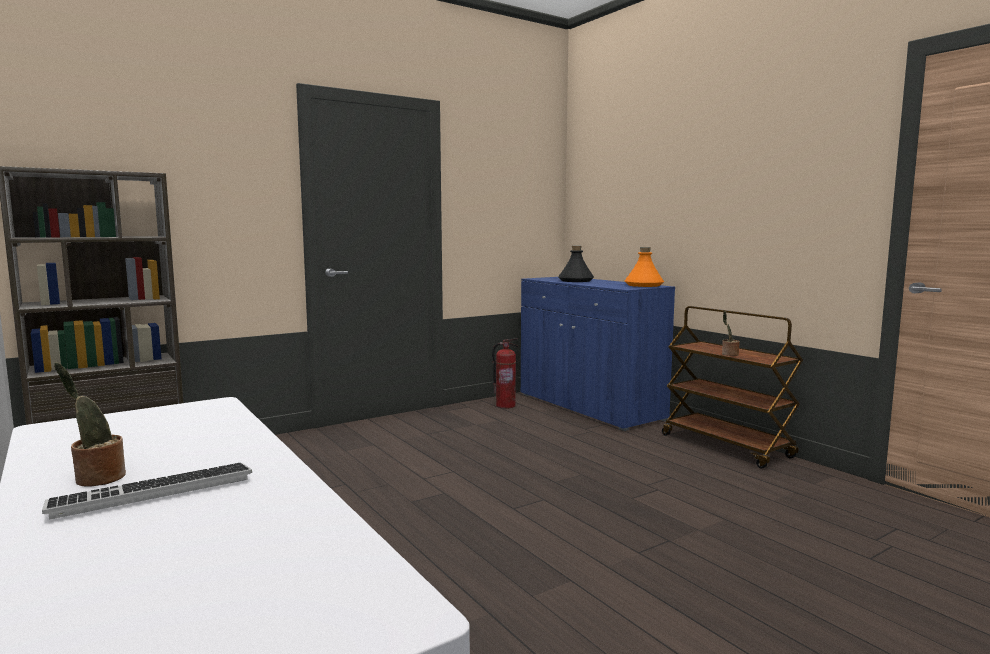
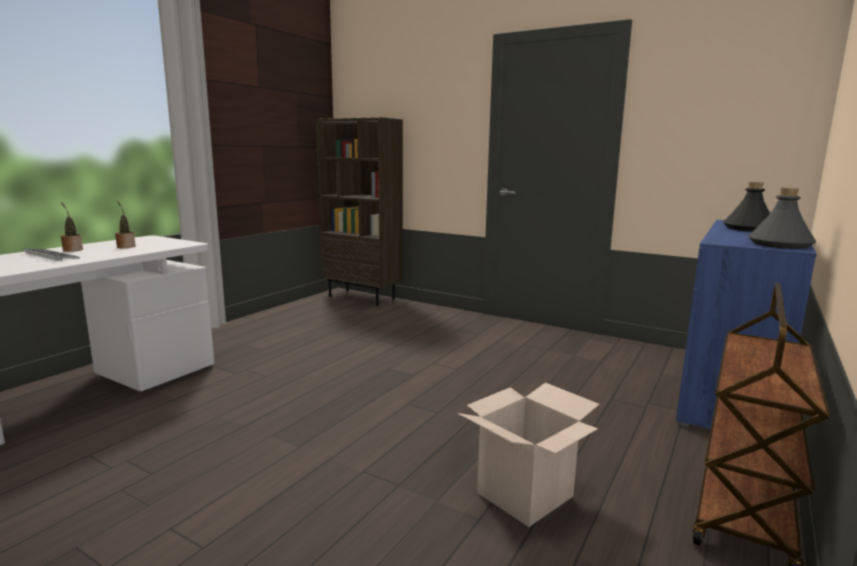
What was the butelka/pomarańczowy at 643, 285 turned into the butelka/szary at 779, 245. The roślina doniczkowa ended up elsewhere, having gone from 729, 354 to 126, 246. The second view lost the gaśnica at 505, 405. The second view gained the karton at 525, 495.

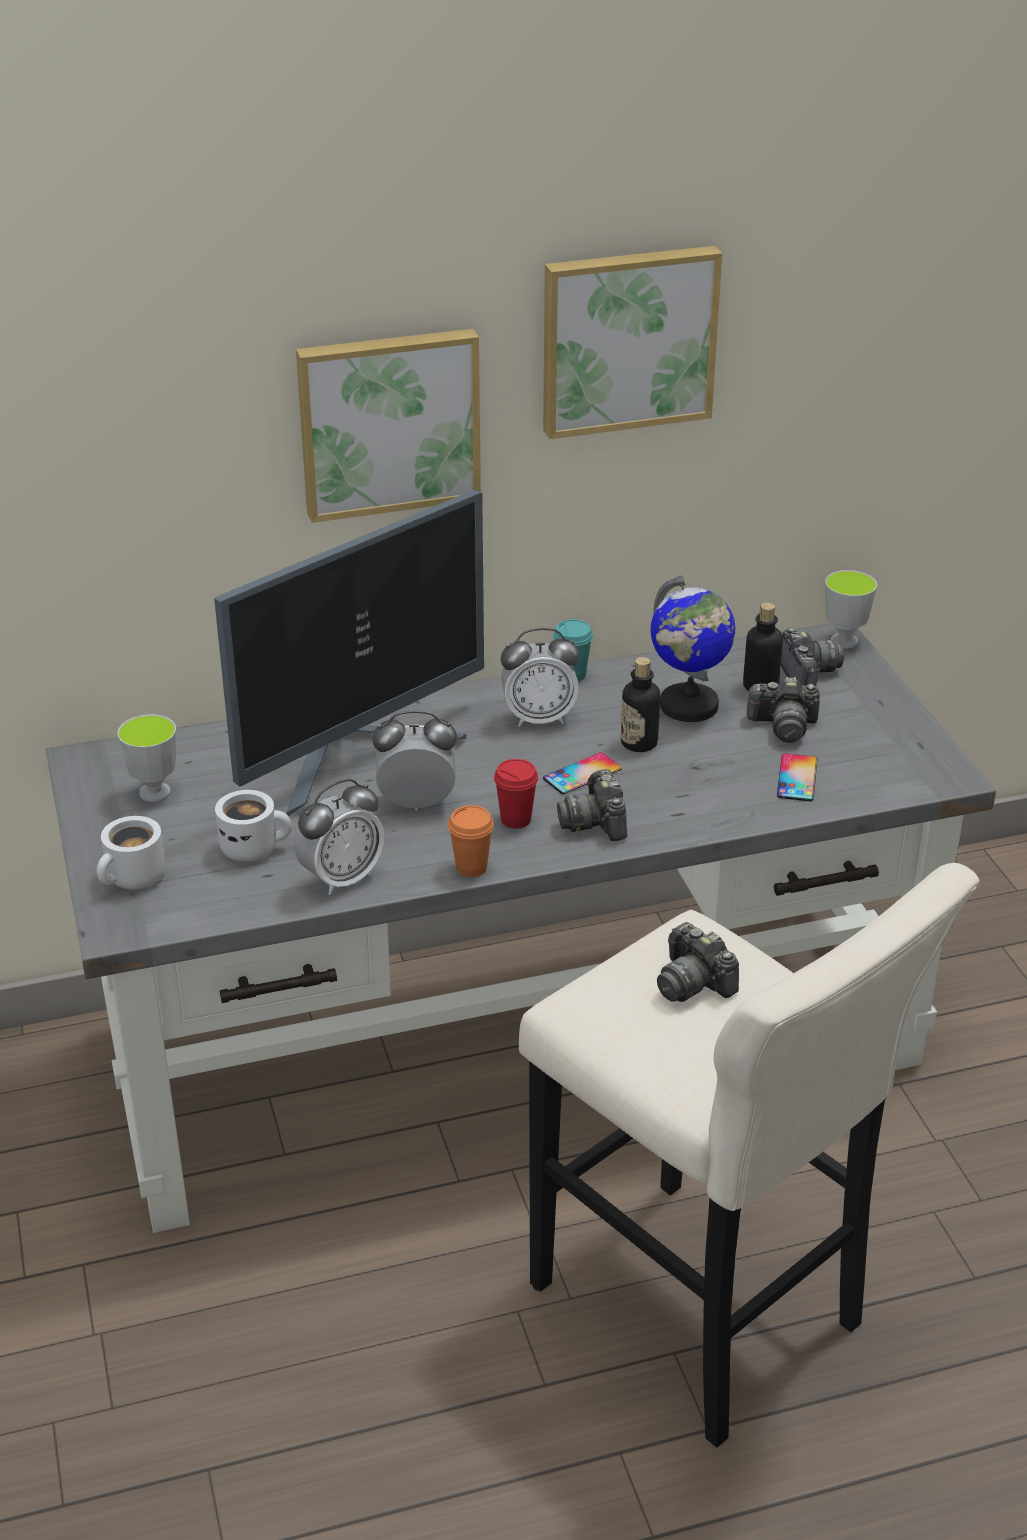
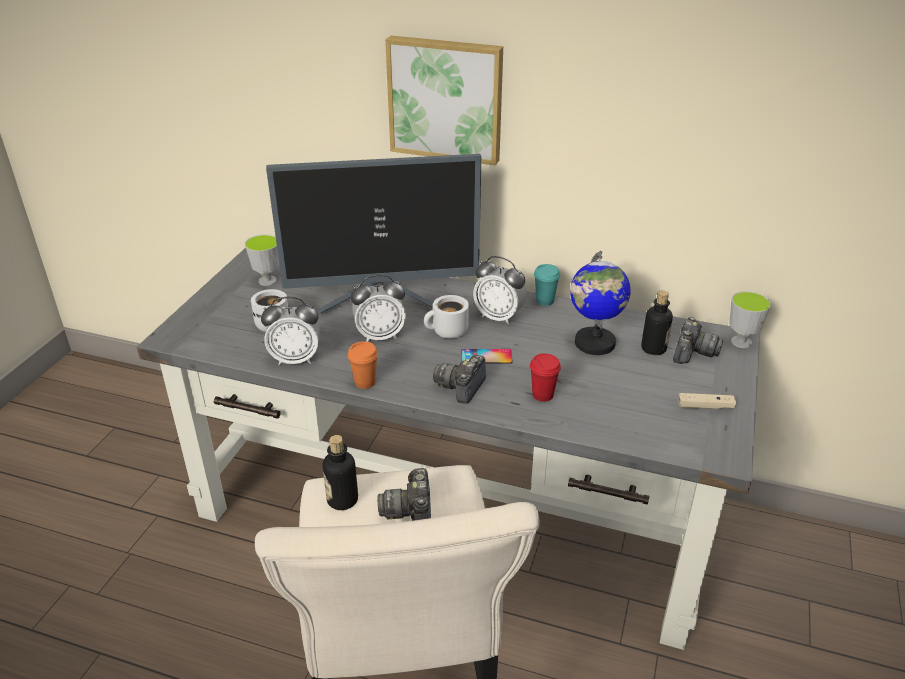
The second view lost the obraz at 627, 339. The butelka ended up elsewhere, having gone from 639, 743 to 342, 500. The second view lost the aparat fotograficzny at 783, 726. The budzik at 416, 803 ended up facing another way, 135 degrees clockwise from before. The second view lost the telefon at 797, 778. The filiżanka/czerwony ended up elsewhere, having gone from 516, 819 to 542, 395. The kubek/biały ended up elsewhere, having gone from 134, 879 to 447, 332. The second view gained the pad do gier/beżowy at 705, 406.

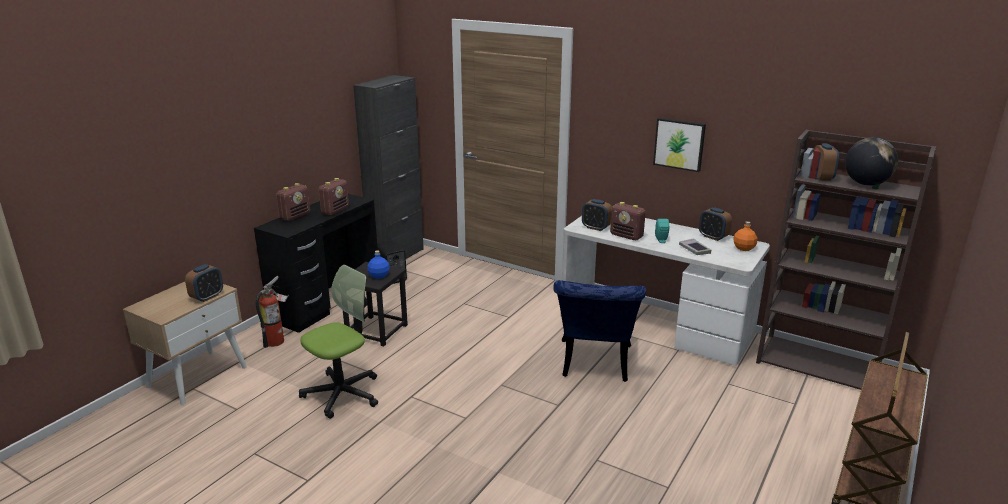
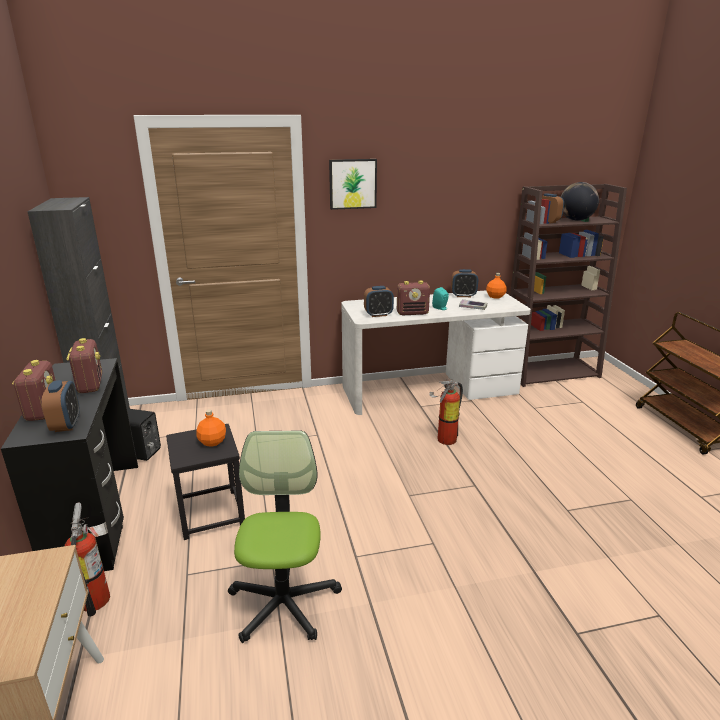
The obraz ended up elsewhere, having gone from 679, 144 to 352, 184. What was the butelka/niebieski at 379, 275 turned into the butelka/pomarańczowy at 212, 442. The budzik ended up elsewhere, having gone from 207, 297 to 66, 425. Where the krzesło/niebieski stood at 594, 365, the gaśnica came to stand at 443, 439.

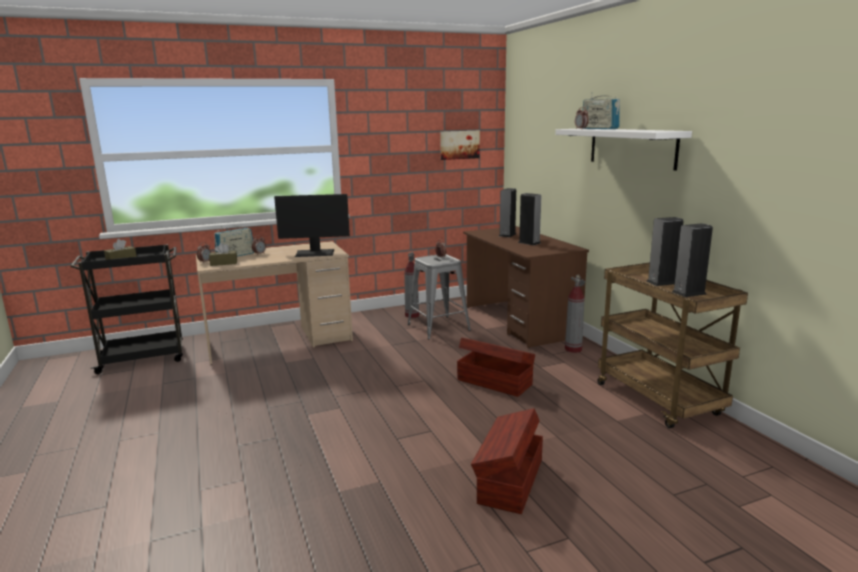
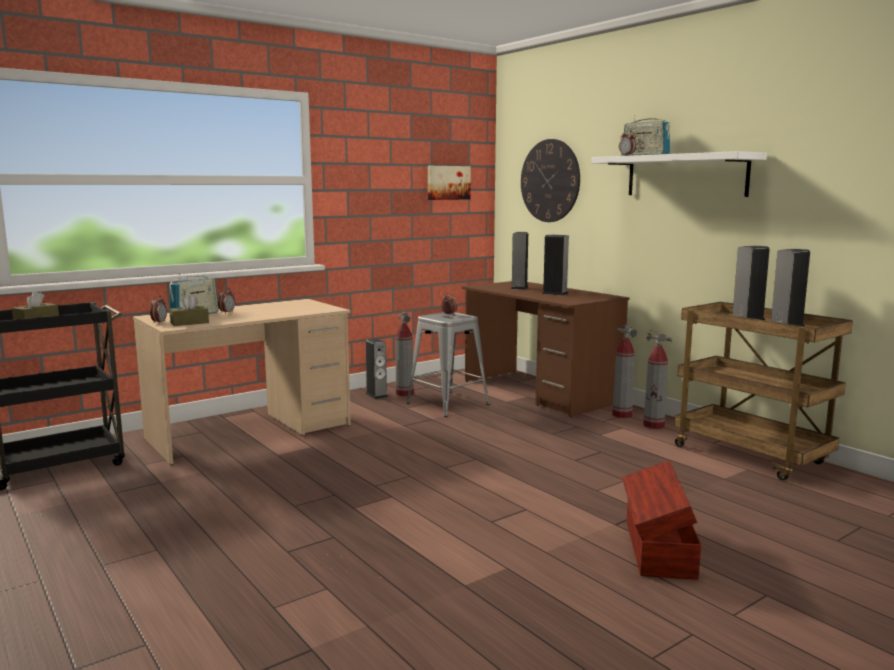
The second view lost the monitor at 315, 253. The second view lost the pojemnik do przechowywania/brązowy at 494, 381. The second view gained the zegar ścienny at 550, 181. The second view gained the gaśnica at 654, 425. The second view gained the głośnik at 376, 395.

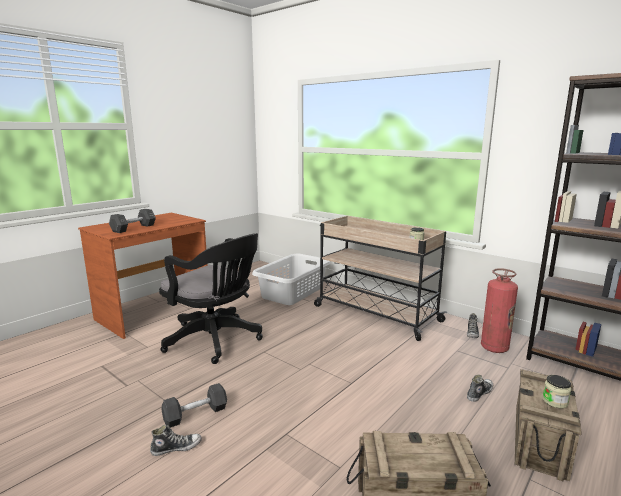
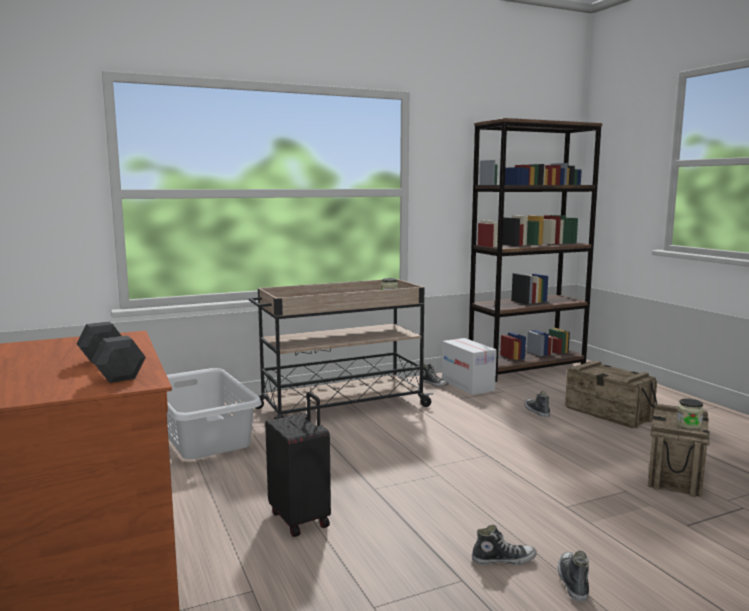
Where the krzesło biurowe/czarny stood at 216, 340, the walizka/czarny came to stand at 301, 518. Where the gaśnica stood at 494, 348, the karton came to stand at 467, 385. The słoik ended up elsewhere, having gone from 555, 401 to 688, 425. Where the hantel/szary stood at 195, 414, the but came to stand at 503, 560.

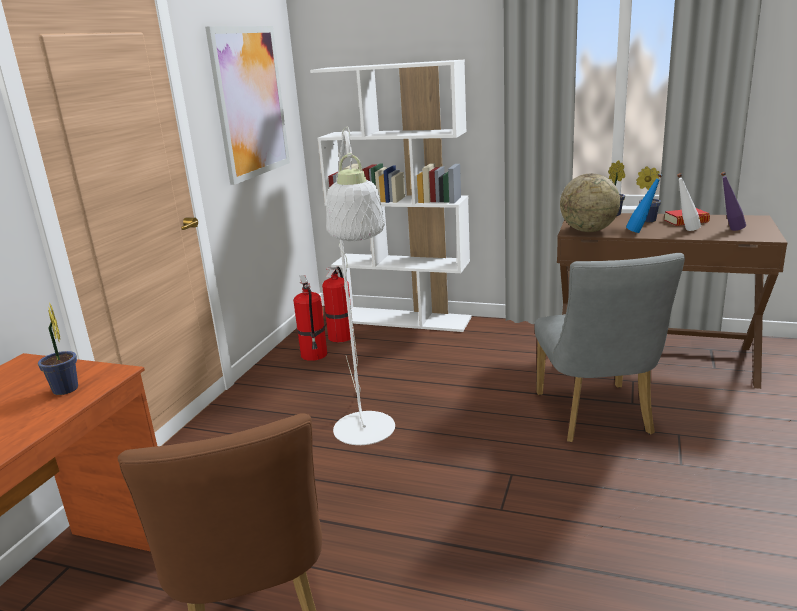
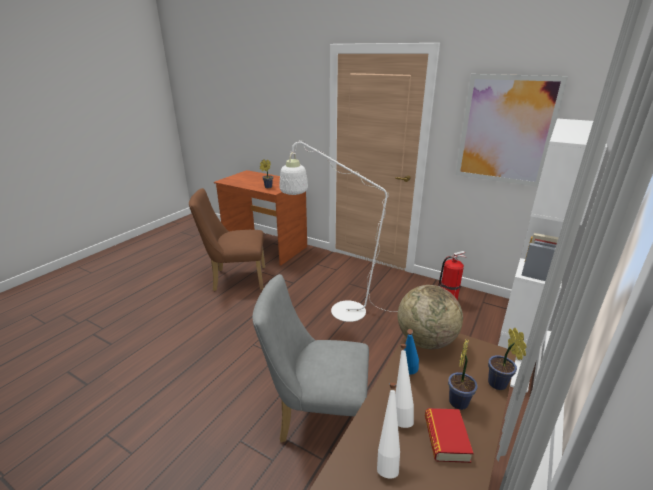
What was the butelka/fioletowy at 729, 230 turned into the butelka/biały at 387, 461. The second view lost the gaśnica at 341, 336.

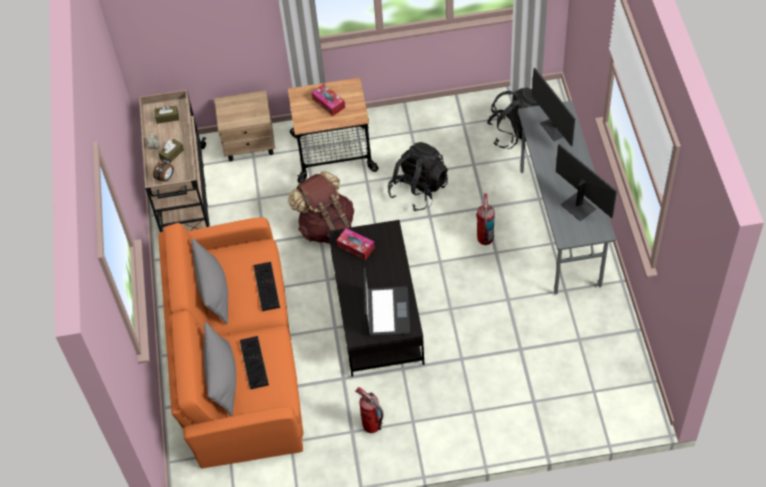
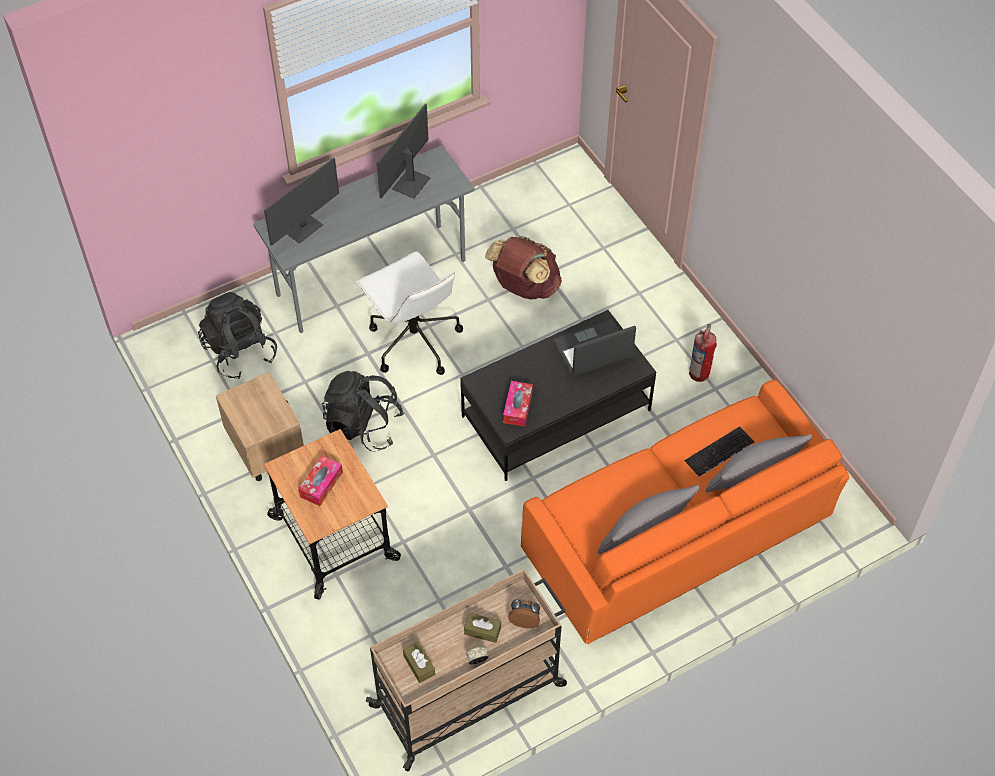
The szafka nocna/beżowy ended up elsewhere, having gone from 250, 144 to 266, 448. The plecak/brązowy ended up elsewhere, having gone from 325, 226 to 524, 287. Where the gaśnica stood at 485, 239, the krzesło biurowe/biały came to stand at 413, 341. The second view lost the klawiatura at 265, 286.

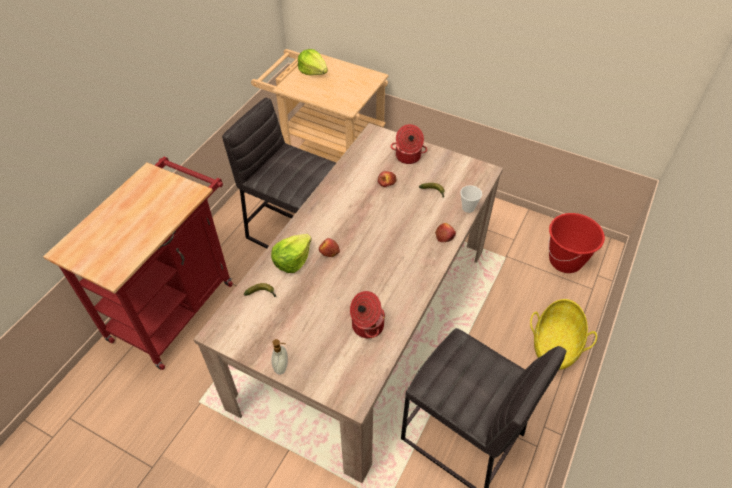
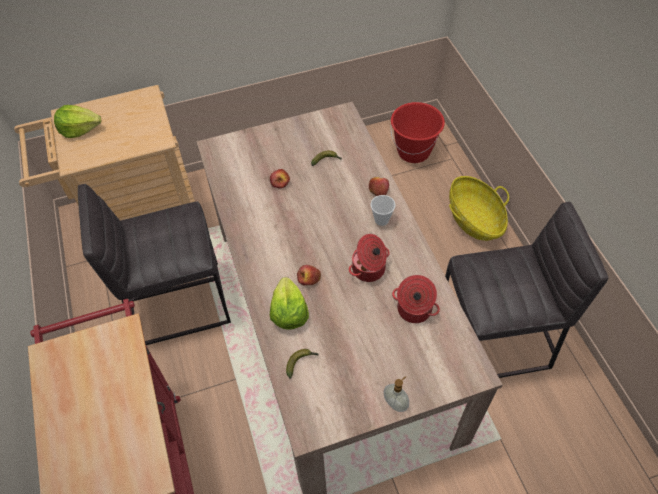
The garnek ended up elsewhere, having gone from 408, 157 to 369, 269. The filiżanka ended up elsewhere, having gone from 468, 208 to 381, 220.

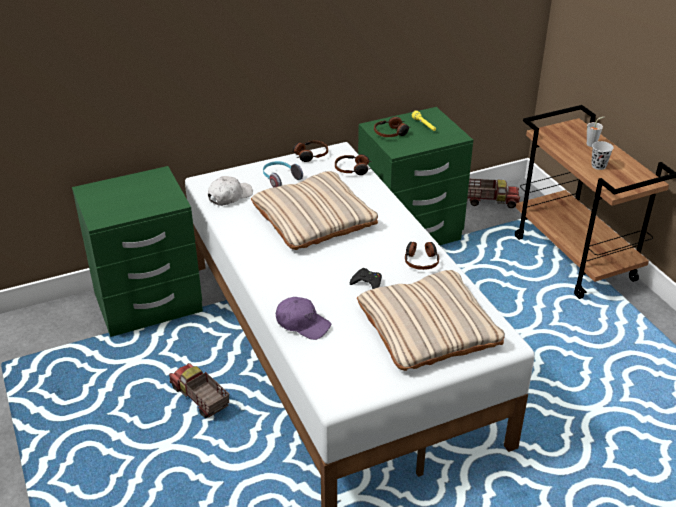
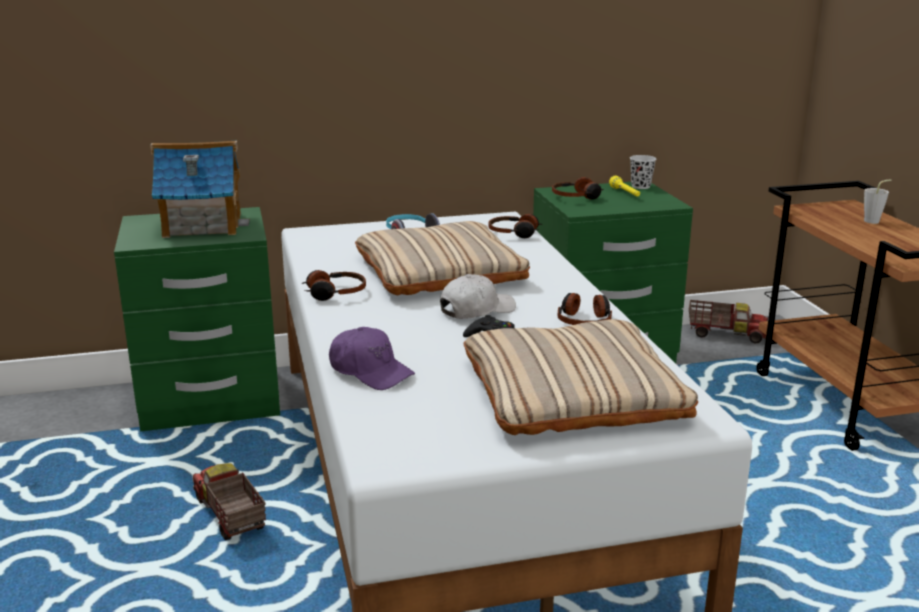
The słuchawki ended up elsewhere, having gone from 310, 155 to 334, 293. The filiżanka/czarny ended up elsewhere, having gone from 598, 166 to 641, 186. The czapka z daszkiem/biały ended up elsewhere, having gone from 230, 196 to 476, 310. The second view gained the domek at 202, 225.

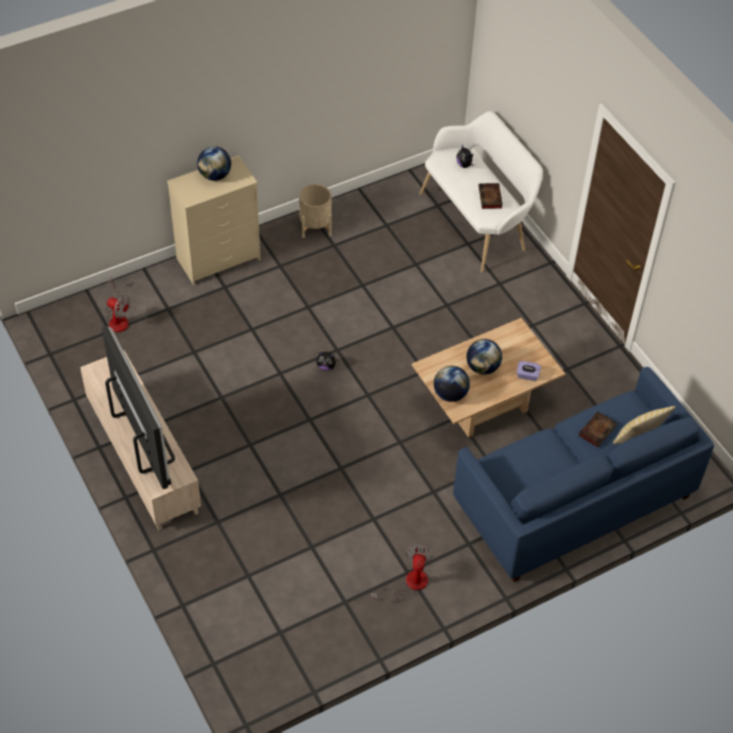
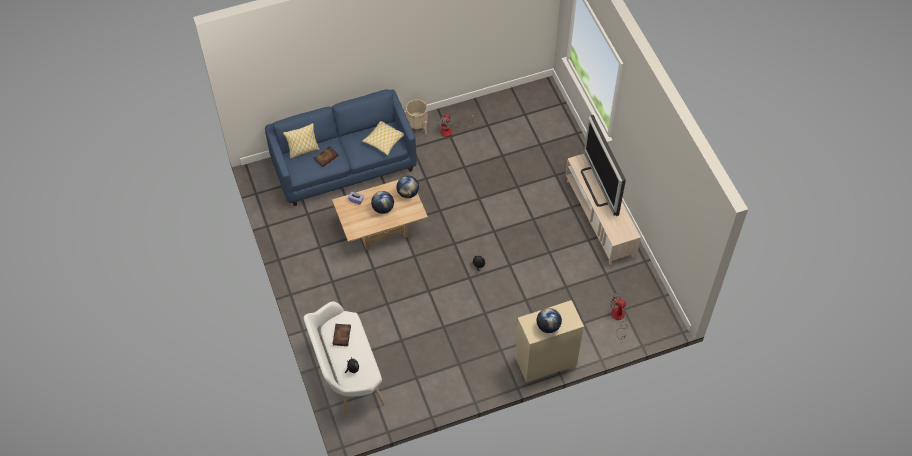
The donica/beżowy ended up elsewhere, having gone from 315, 226 to 417, 126. The second view gained the poduszka at 384, 141.

